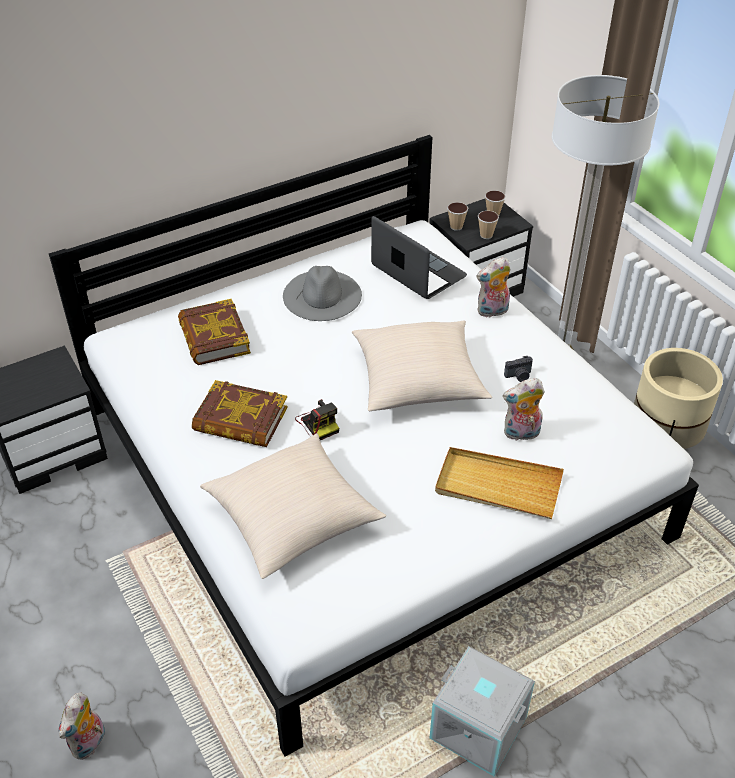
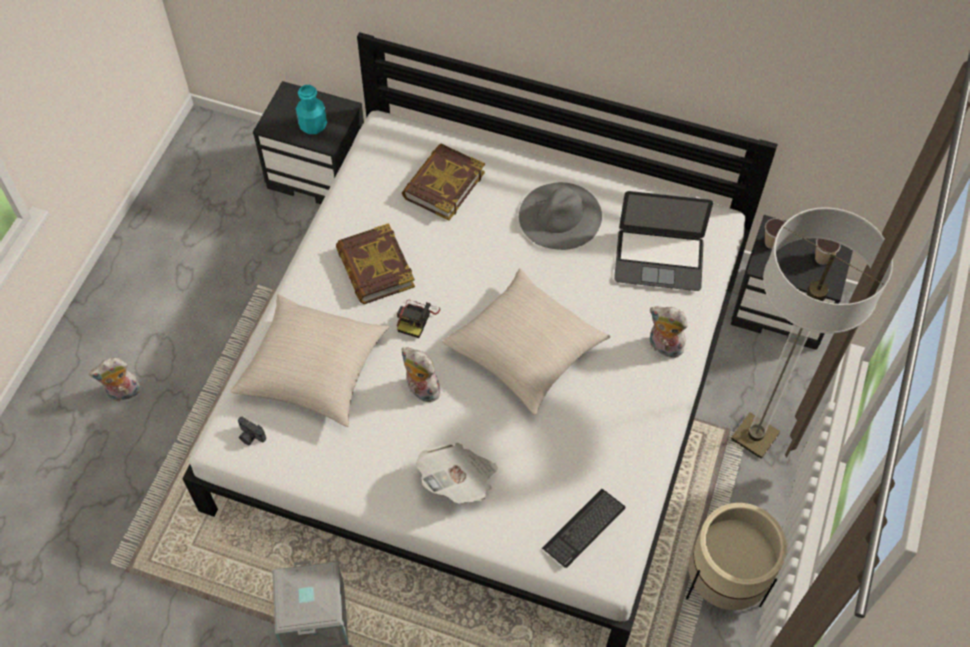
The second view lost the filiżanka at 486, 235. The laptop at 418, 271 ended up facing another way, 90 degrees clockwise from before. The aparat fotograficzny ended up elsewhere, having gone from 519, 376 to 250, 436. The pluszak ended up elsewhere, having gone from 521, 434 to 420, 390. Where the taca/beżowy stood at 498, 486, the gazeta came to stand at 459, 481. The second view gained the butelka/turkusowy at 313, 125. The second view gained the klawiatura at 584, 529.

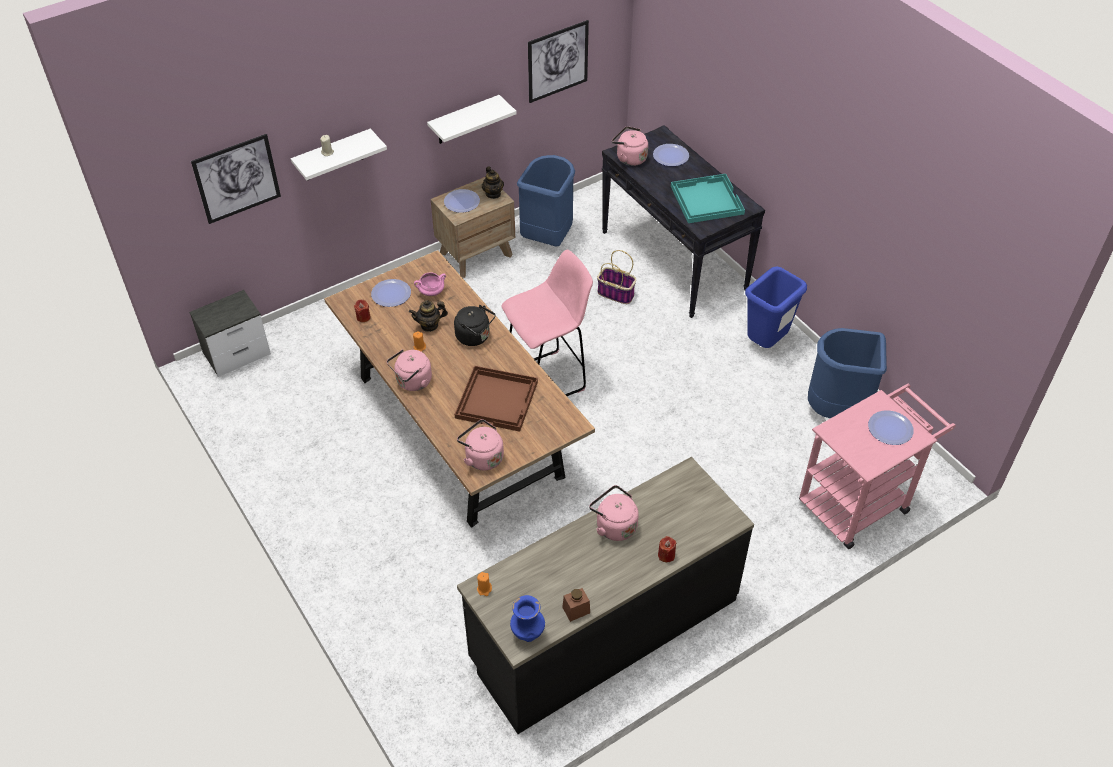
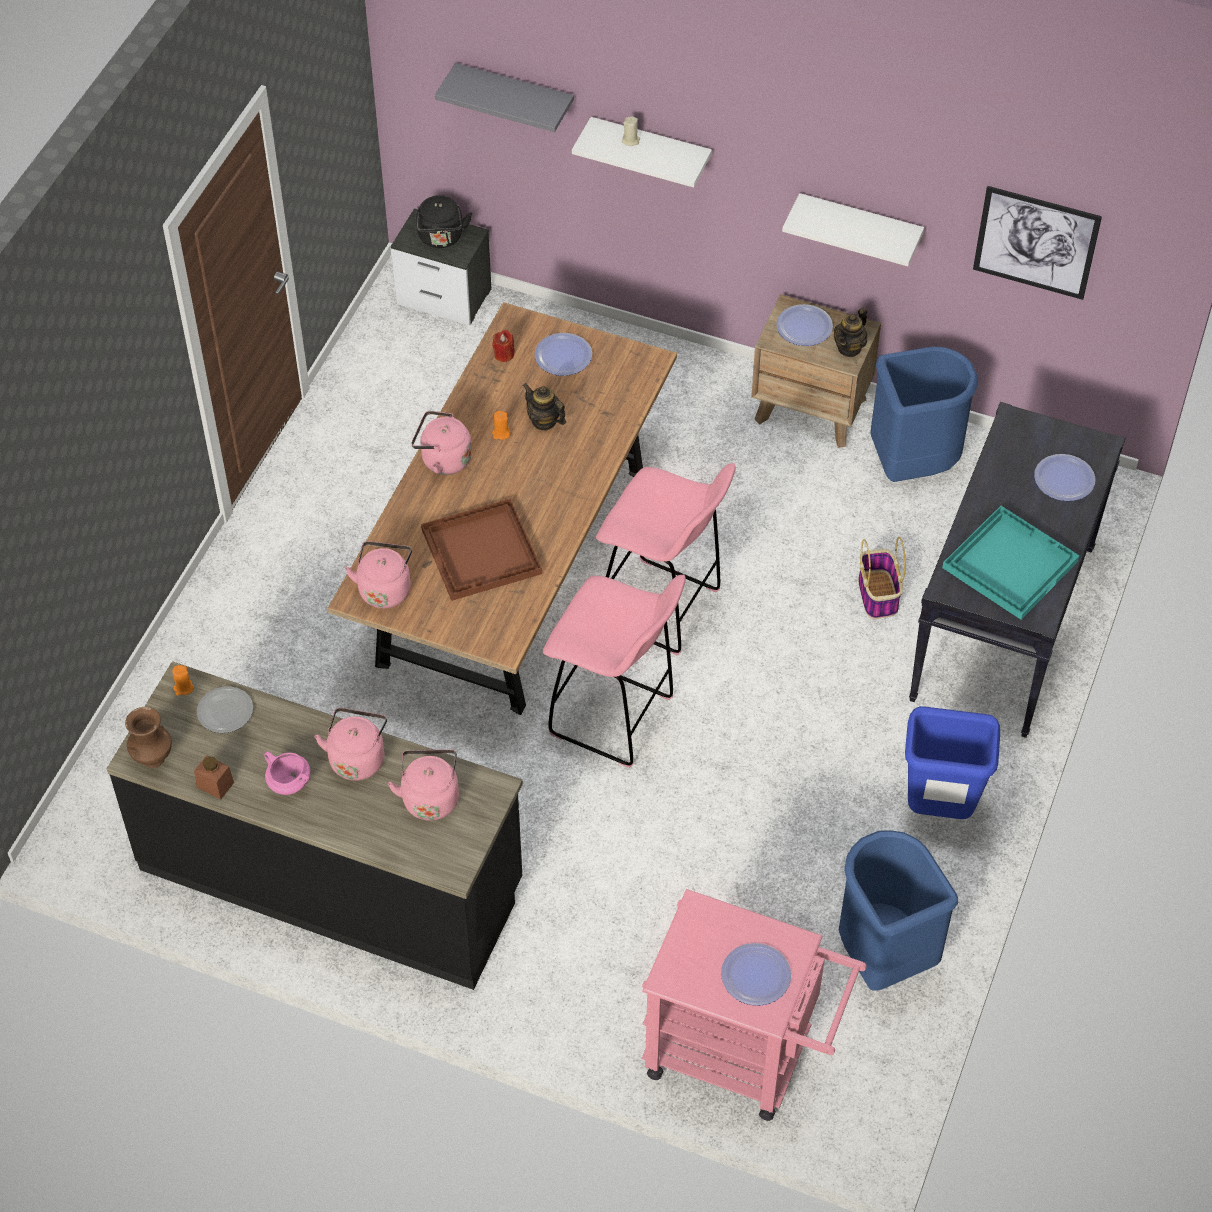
The czajnik/różowy ended up elsewhere, having gone from 629, 158 to 430, 797. Where the obraz hung at 237, 179, the półka/szary came to hang at 514, 96. The garnek/różowy ended up elsewhere, having gone from 431, 292 to 288, 783. The czajnik/czarny ended up elsewhere, having gone from 475, 337 to 441, 238. The second view lost the świeca/czerwony at 666, 555. What was the wazon/niebieski at 528, 635 turned into the wazon/brązowy at 153, 759. The second view gained the stołek/różowy at 615, 718. The second view gained the talerz at 224, 712.

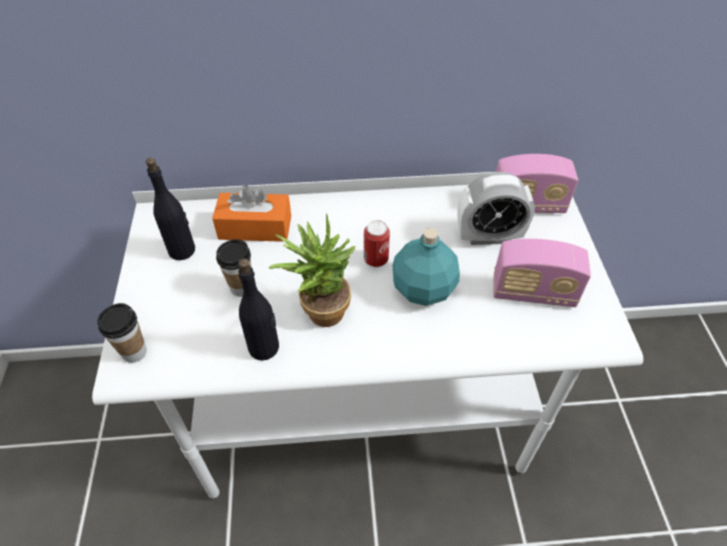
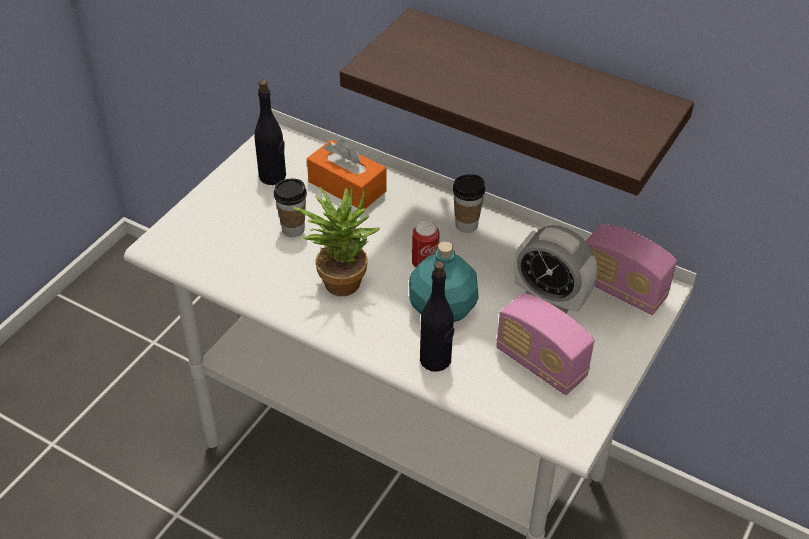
The butelka/czarny ended up elsewhere, having gone from 264, 347 to 435, 360. The filiżanka ended up elsewhere, having gone from 134, 352 to 466, 225. The second view gained the półka at 539, 96.

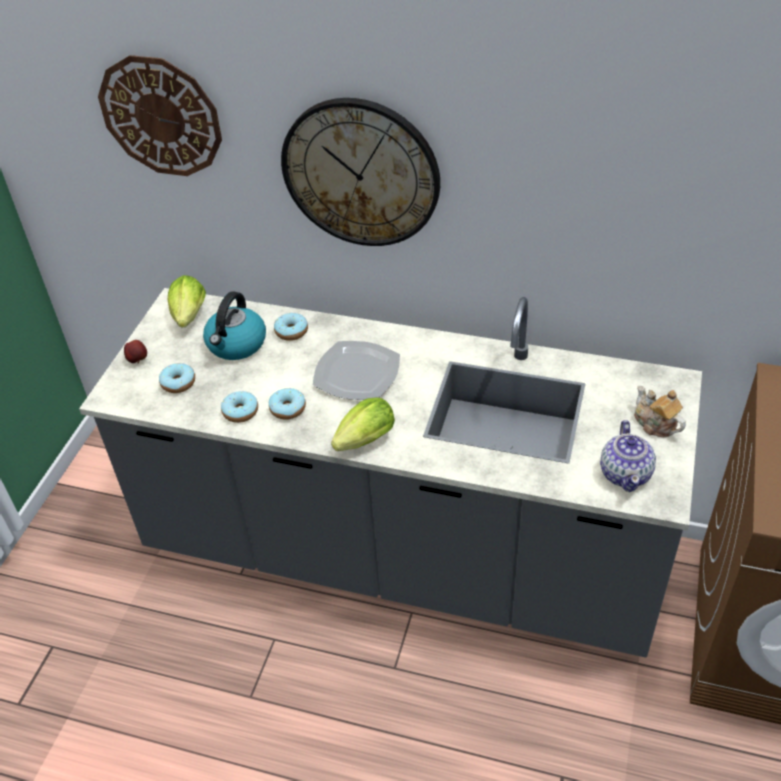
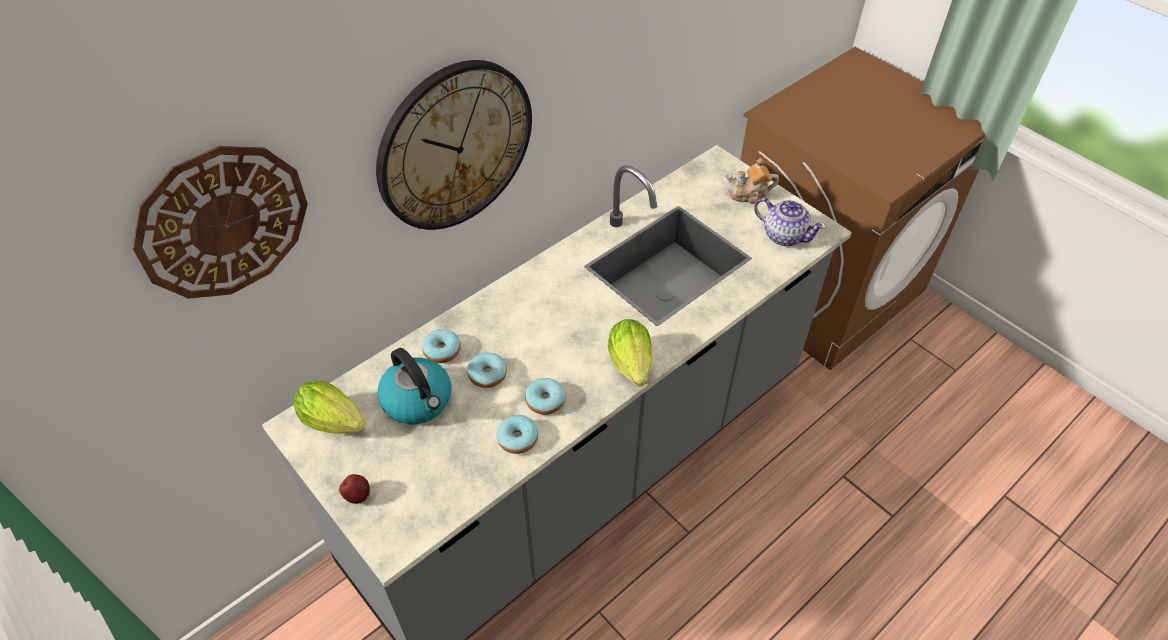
The second view lost the talerz at 358, 373. The donut ended up elsewhere, having gone from 178, 383 to 487, 375.

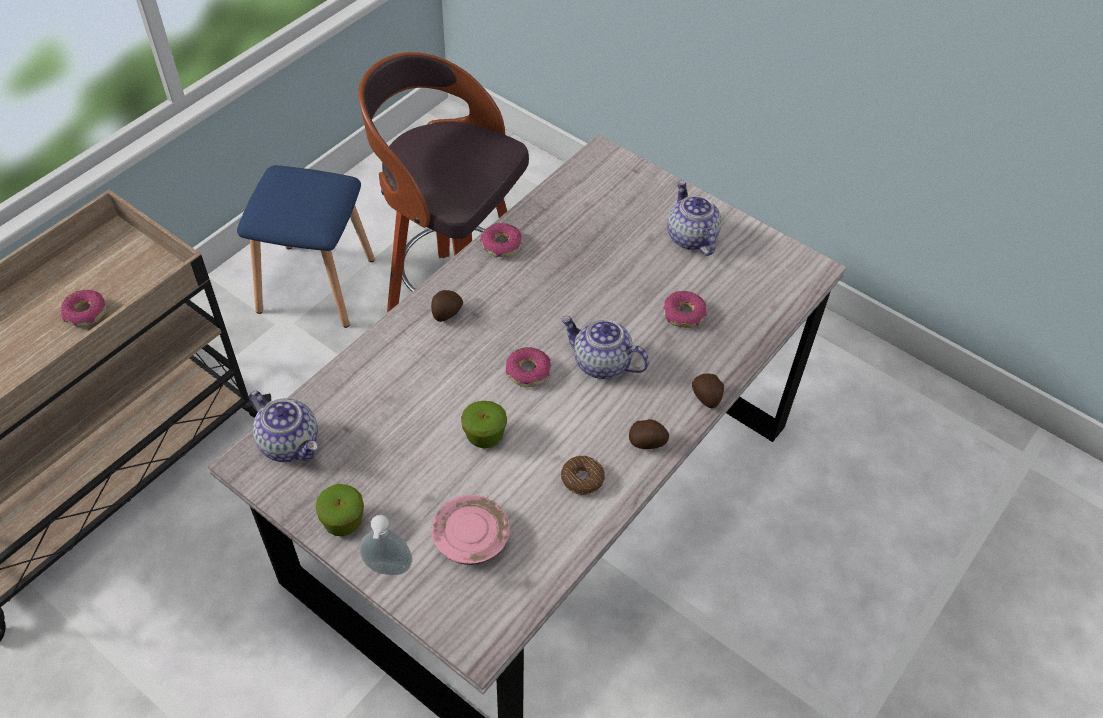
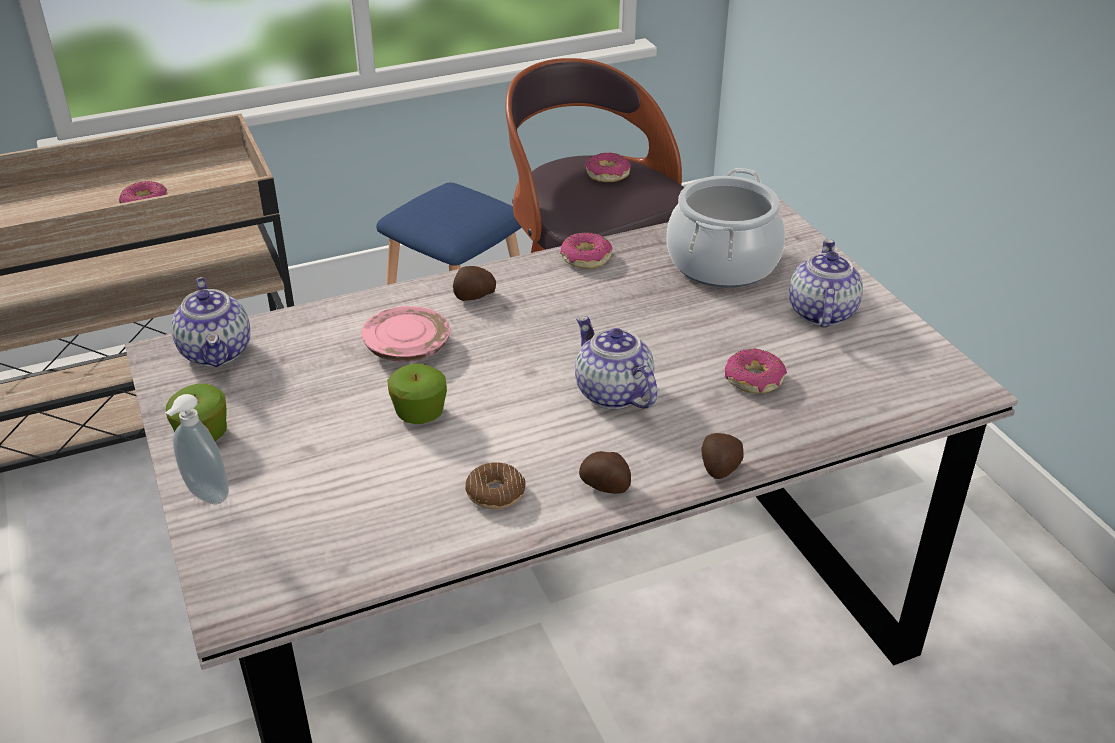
The donut ended up elsewhere, having gone from 528, 372 to 607, 175. The talerz/różowy ended up elsewhere, having gone from 471, 537 to 407, 347. The second view gained the garnek at 722, 263.

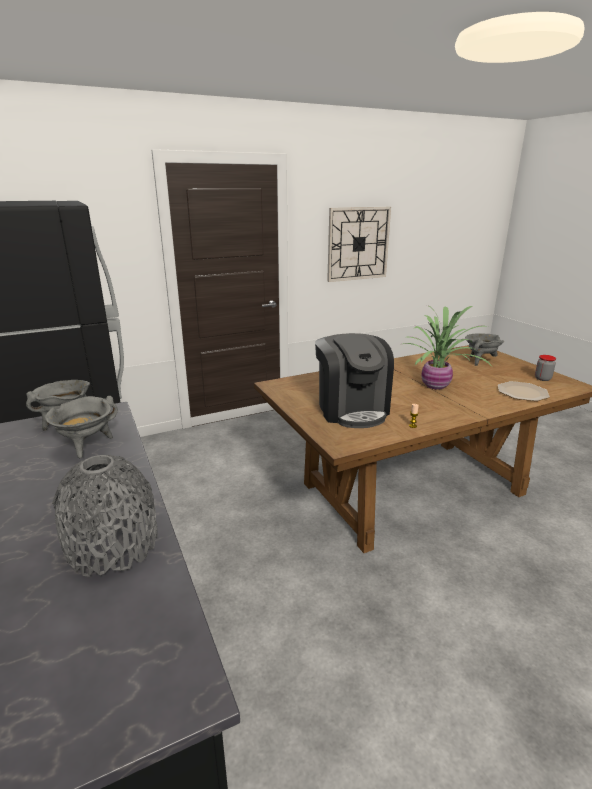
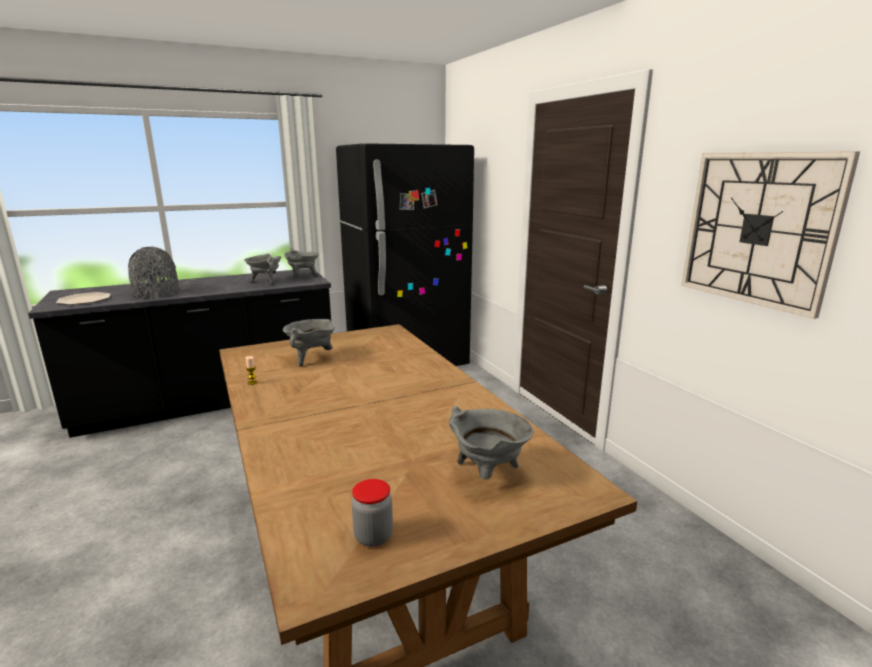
The second view lost the roślina doniczkowa at 436, 386. Where the ekspres do kawy stood at 352, 409, the garnek/szary came to stand at 311, 358. The talerz ended up elsewhere, having gone from 522, 392 to 84, 300.

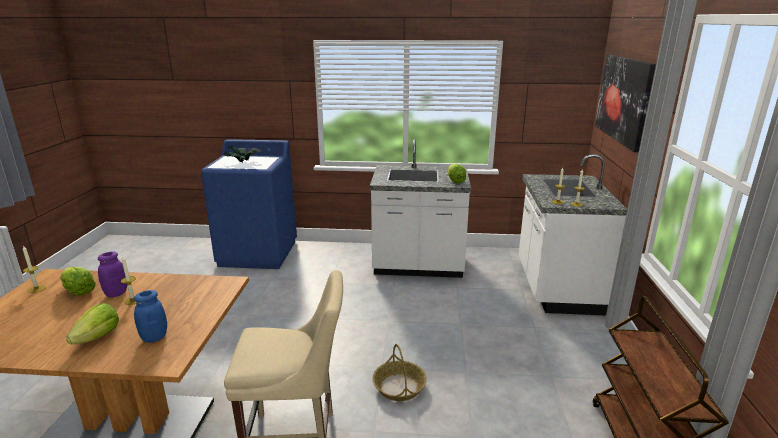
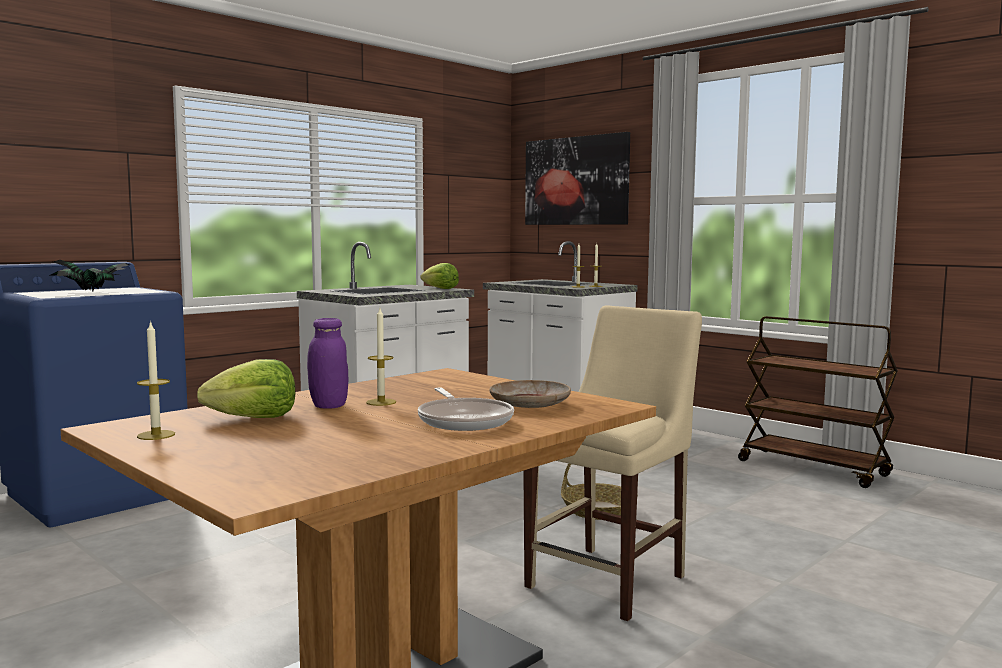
Where the słoik/niebieski stood at 154, 337, the talerz/beżowy came to stand at 530, 404. Where the sałata stood at 98, 337, the patelnia came to stand at 464, 420.

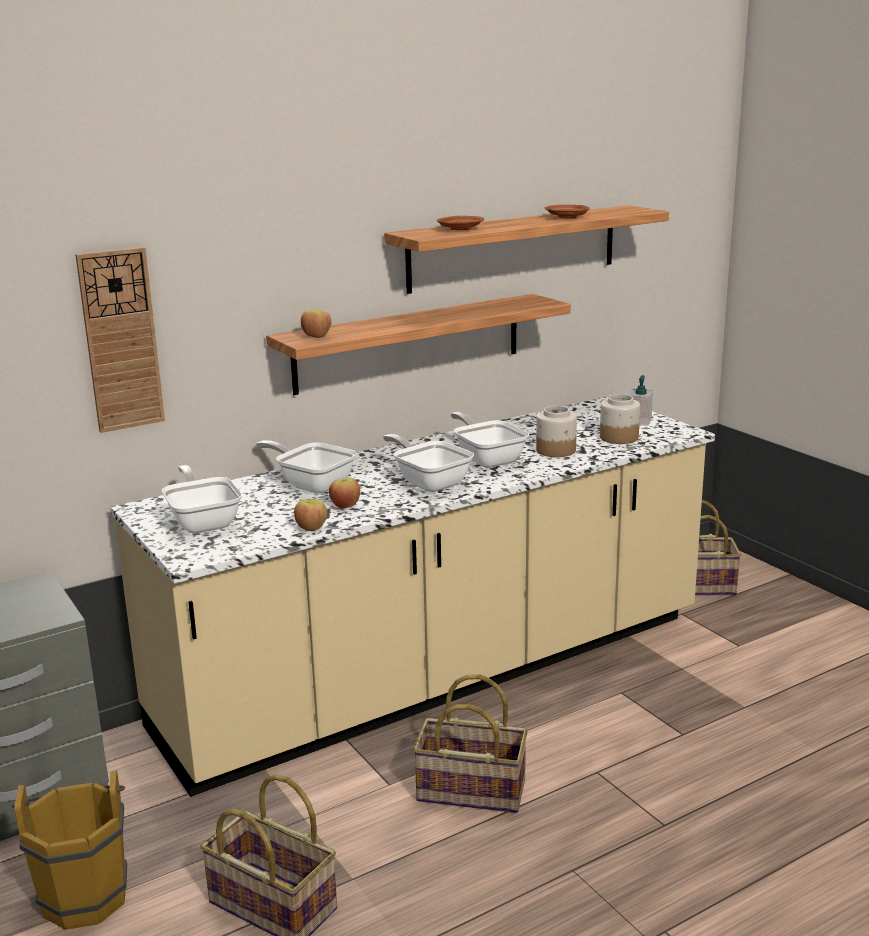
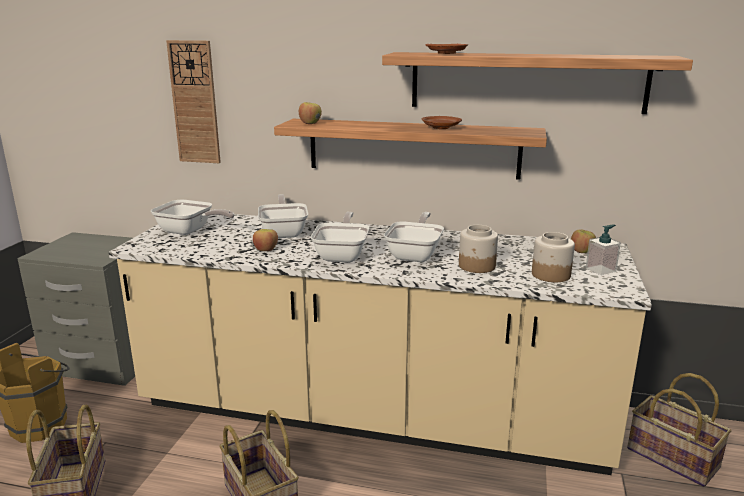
The talerz/brązowy ended up elsewhere, having gone from 566, 217 to 440, 127. The patelnia at 203, 522 ended up facing another way, 90 degrees clockwise from before. The jabłko ended up elsewhere, having gone from 311, 528 to 582, 251.

